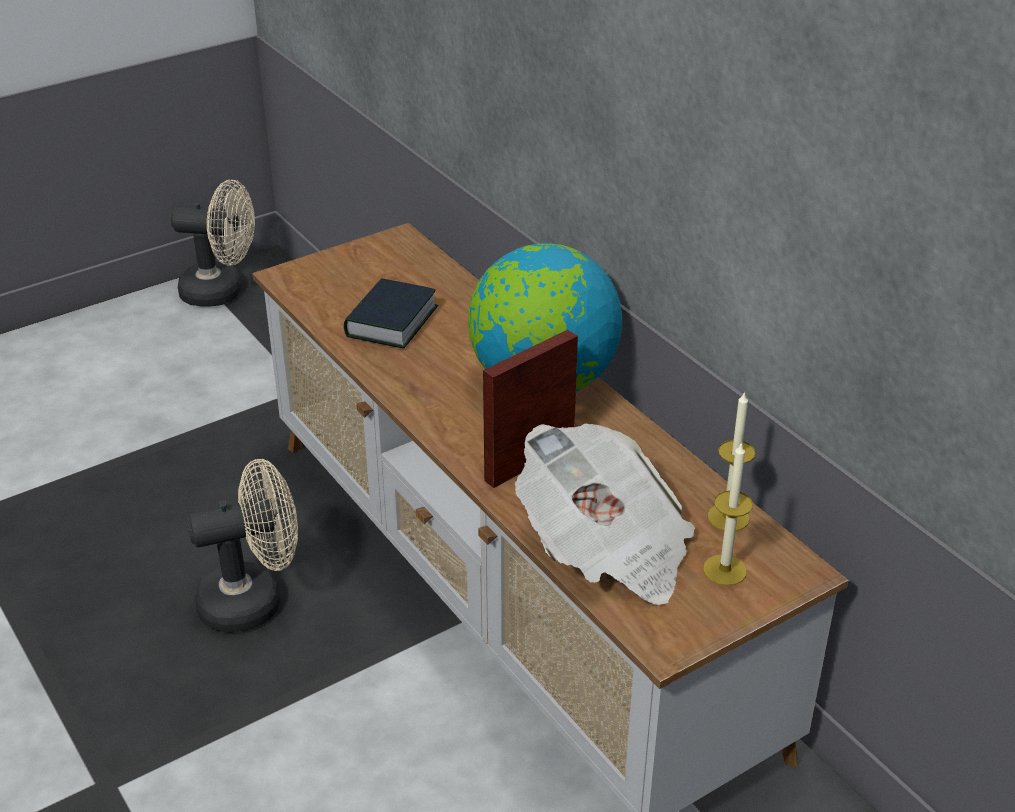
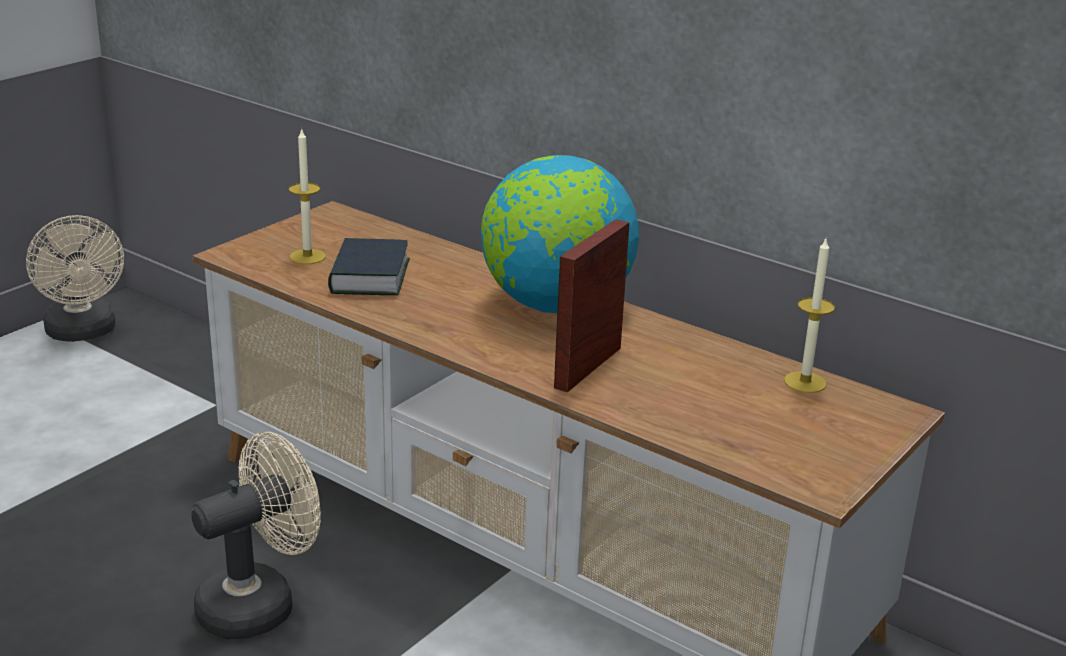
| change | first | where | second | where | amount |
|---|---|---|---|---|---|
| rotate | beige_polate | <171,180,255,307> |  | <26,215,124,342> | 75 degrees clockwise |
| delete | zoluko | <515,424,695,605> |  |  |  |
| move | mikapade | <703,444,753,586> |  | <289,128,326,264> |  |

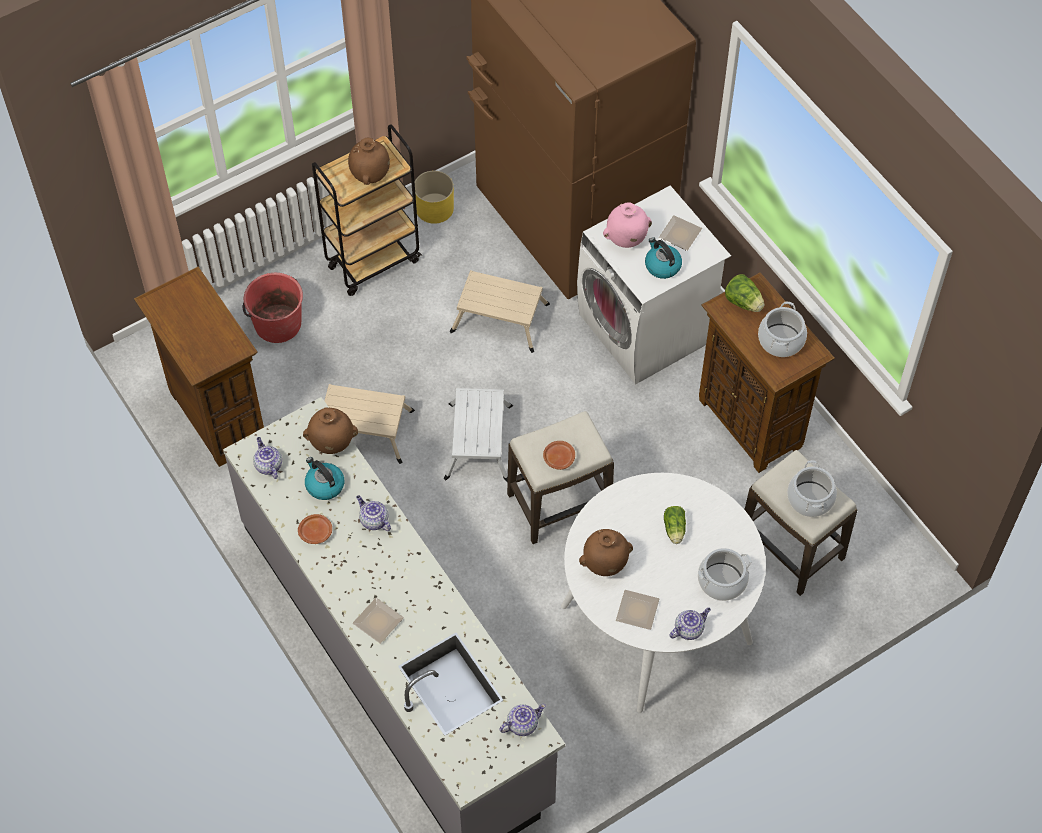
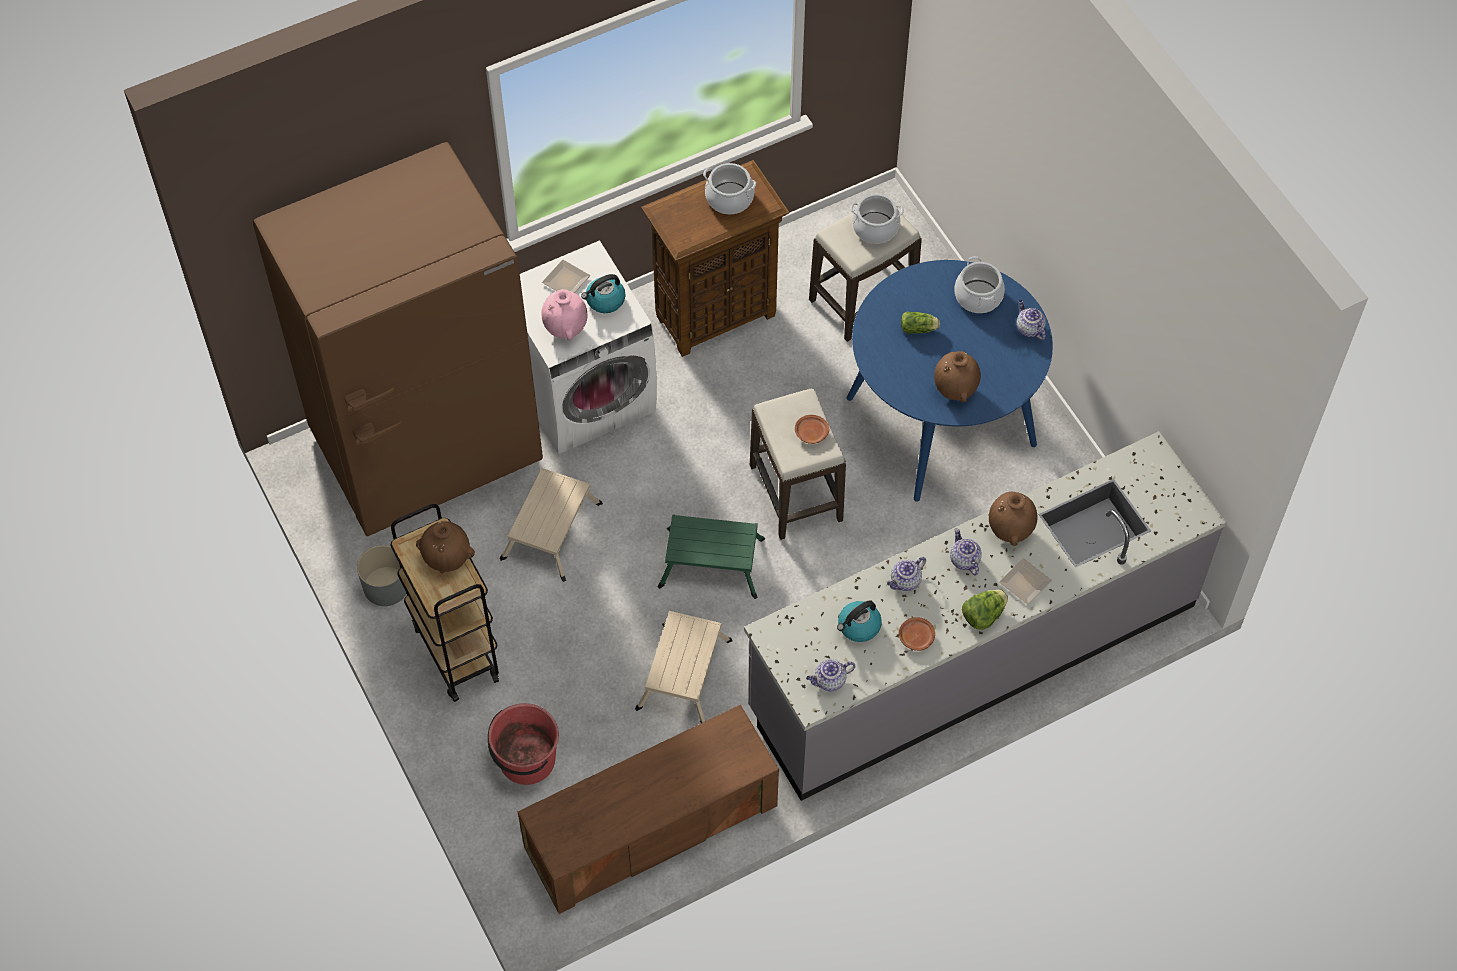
| change | first | where | second | where | amount |
|---|---|---|---|---|---|
| recolor | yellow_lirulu | <415,171,454,224> | grey_lirulu | <357,545,406,606> |  |
| replace | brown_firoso | <134,267,264,467> | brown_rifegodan | <518,704,779,914> |  |
| move | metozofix | <725,274,764,312> |  | <962,589,1008,630> |  |
| recolor | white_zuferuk | <444,388,513,482> | green_zuferuk | <658,514,765,599> |  |
| move | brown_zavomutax | <303,407,358,454> |  | <989,492,1037,546> |  |
| recolor | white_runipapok | <561,473,766,713> | blue_runipapok | <847,260,1053,502> |  |
| delete | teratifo | <616,590,659,630> |  |  |  |
| move | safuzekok | <499,704,546,736> |  | <950,528,982,575> |  |

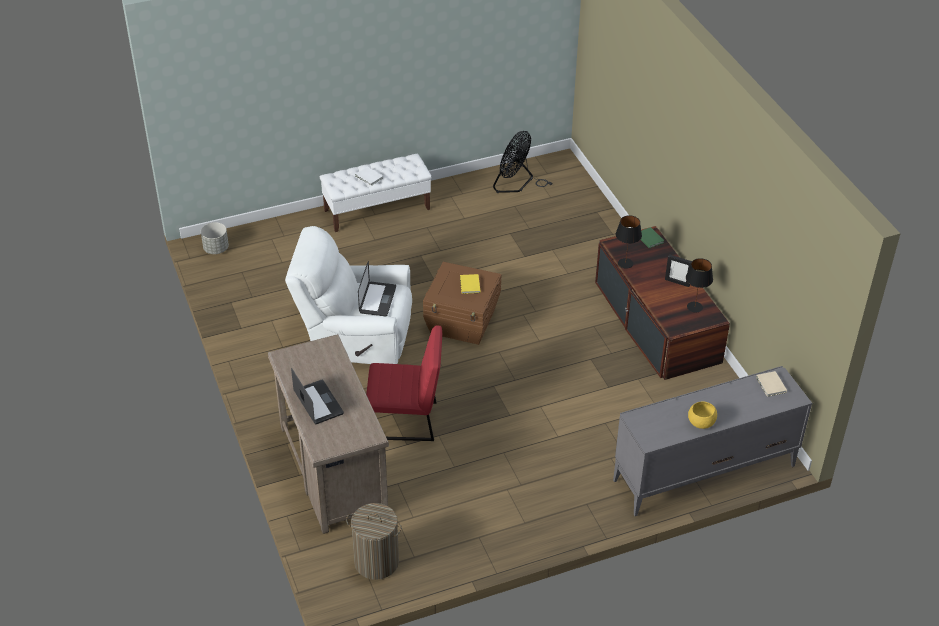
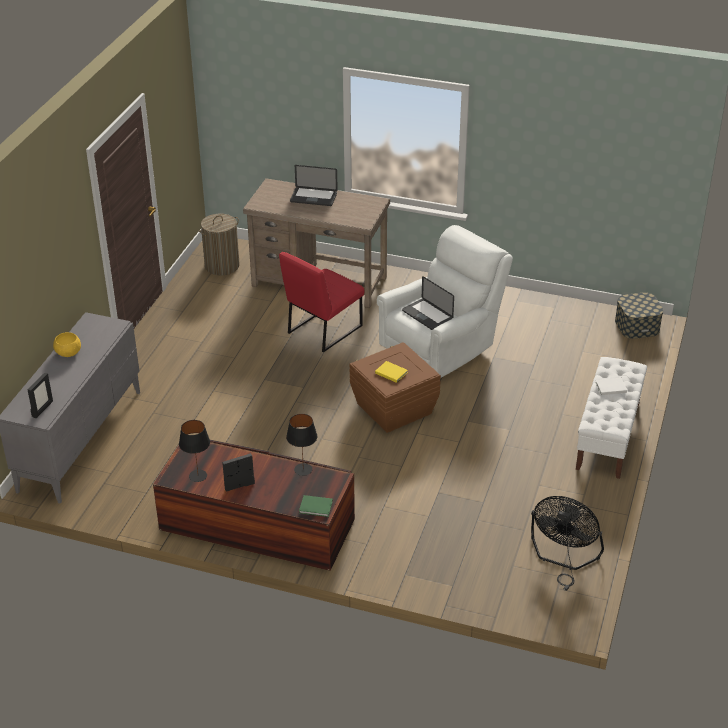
| change | first | where | second | where | amount |
|---|---|---|---|---|---|
| rotate | black_polate | <493,131,553,193> |  | <531,496,604,591> | 45 degrees counterclockwise |
| replace | grey_lirulu | <201,222,229,254> | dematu | <615,292,664,339> |  |
| replace | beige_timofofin | <756,371,787,397> | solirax | <27,373,53,418> |  |

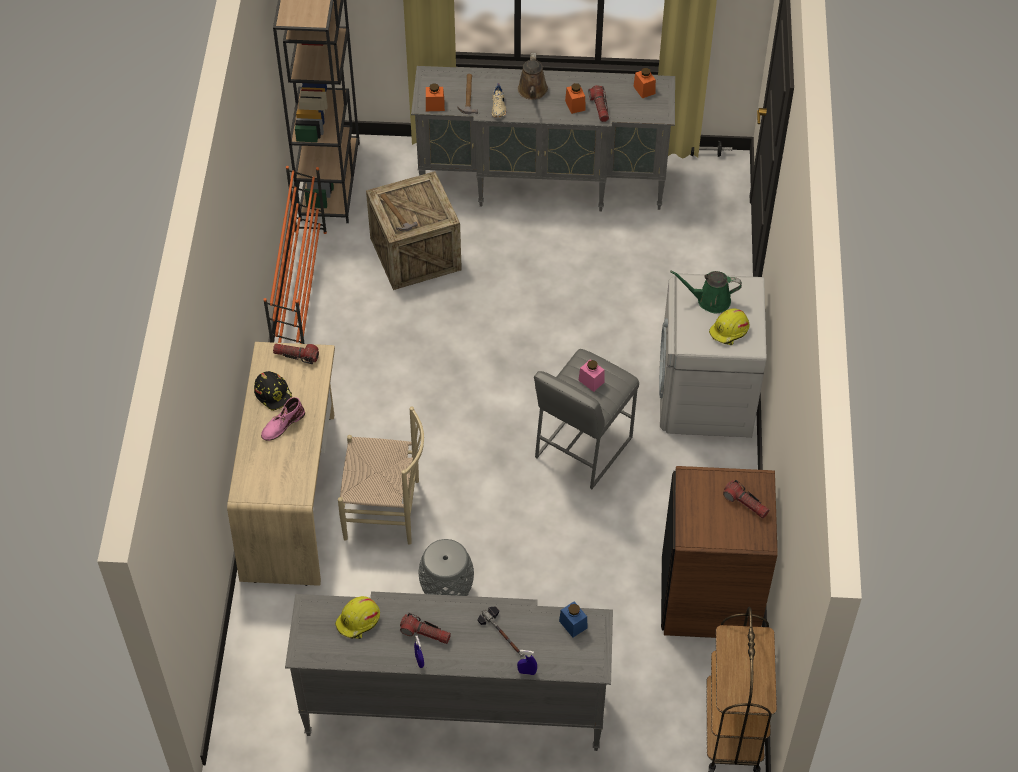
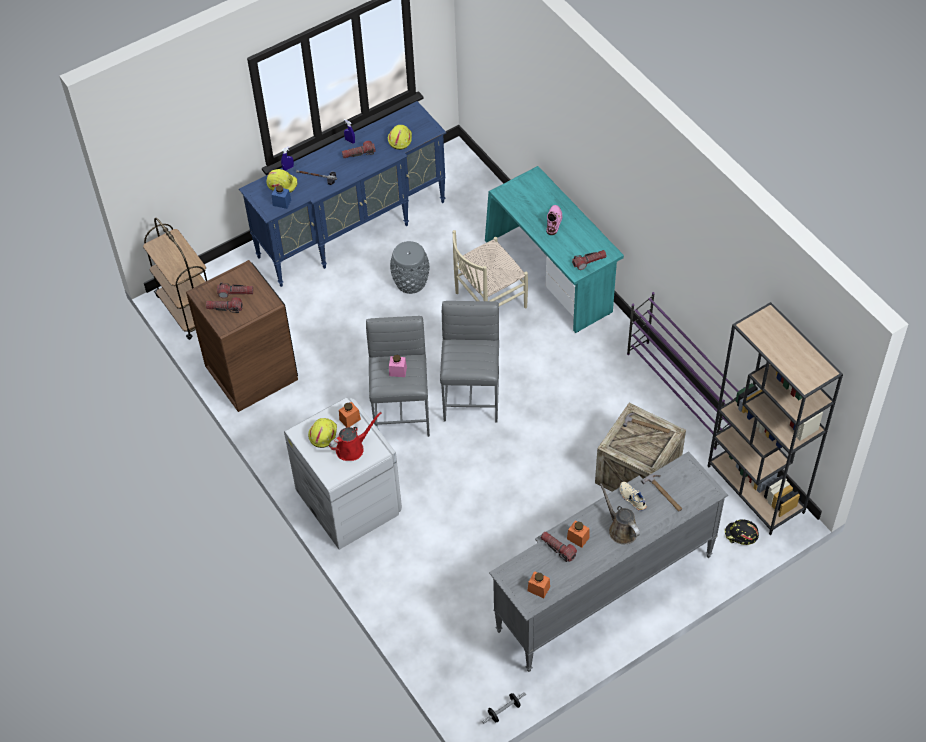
| change | first | where | second | where | amount |
|---|---|---|---|---|---|
| move | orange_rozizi | <426,83,445,111> |  | <339,402,361,428> |  |
| recolor | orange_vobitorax | <263,166,327,344> | purple_vobitorax | <627,292,745,450> |  |
| recolor | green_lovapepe | <670,271,742,313> | red_lovapepe | <329,412,382,461> |  |
| recolor | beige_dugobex | <227,342,335,586> | turquoise_dugobex | <485,166,624,333> |  |
| move | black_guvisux | <254,371,292,411> |  | <725,519,759,545> |  |
| recolor | grey_firoso | <285,591,613,751> | blue_firoso | <239,101,447,287> |  |
| insert |  |  | yellow_guvisux | <267,169,297,193> |  |
| insert |  |  | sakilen | <217,282,253,298> |  |
| insert |  |  | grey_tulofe | <440,301,499,422> |  |

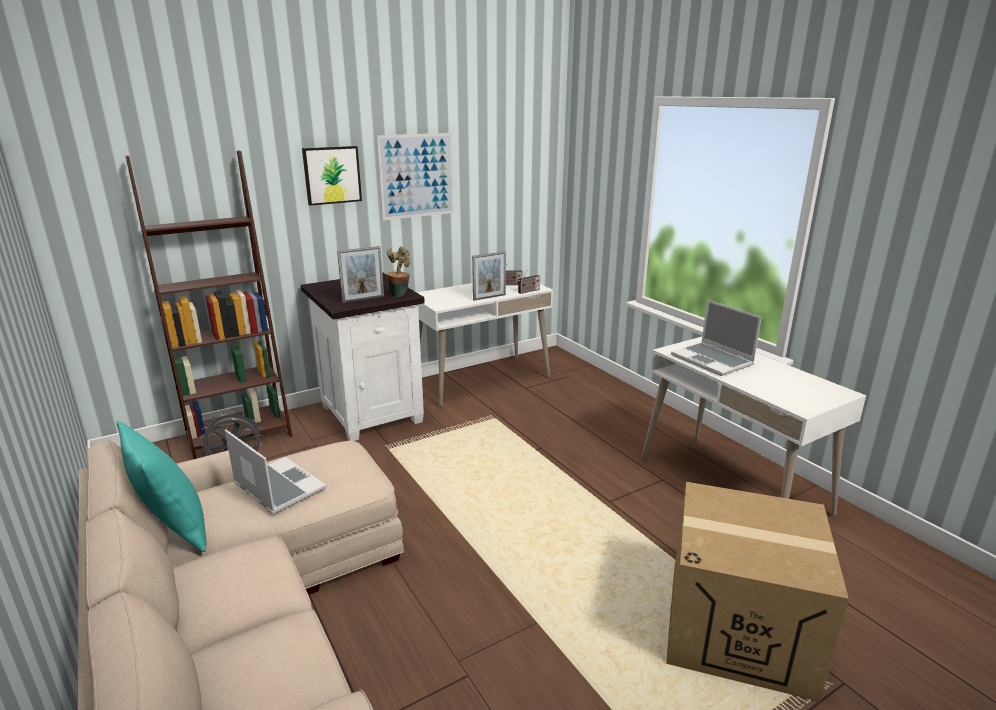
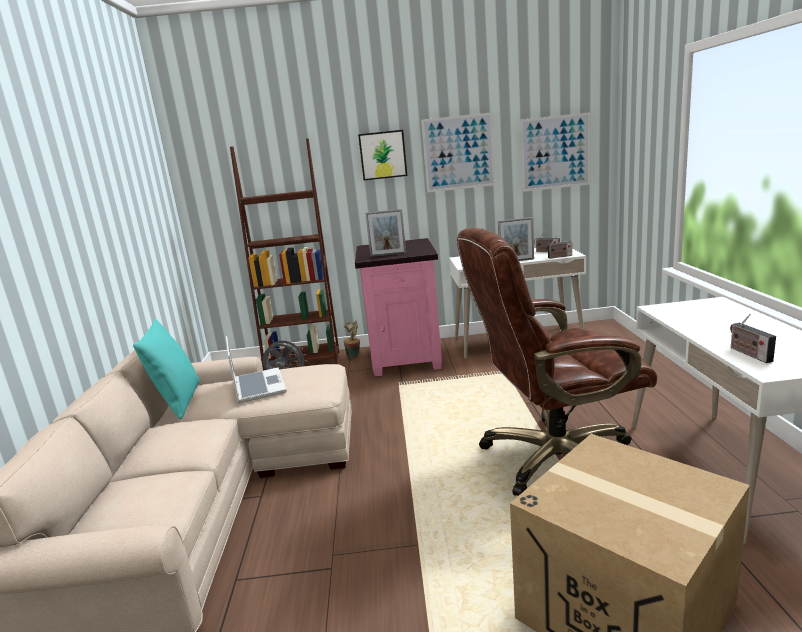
| change | first | where | second | where | amount |
|---|---|---|---|---|---|
| move | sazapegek | <387,246,411,297> |  | <343,320,360,358> |  |
| recolor | white_firoso | <301,273,425,441> | pink_firoso | <355,238,442,376> |  |
| delete | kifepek | <671,300,762,376> |  |  |  |
| insert |  |  | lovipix | <520,112,591,192> |  |
| insert |  |  | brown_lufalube | <457,228,657,496> |  |
| insert |  |  | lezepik | <730,314,776,363> |  |

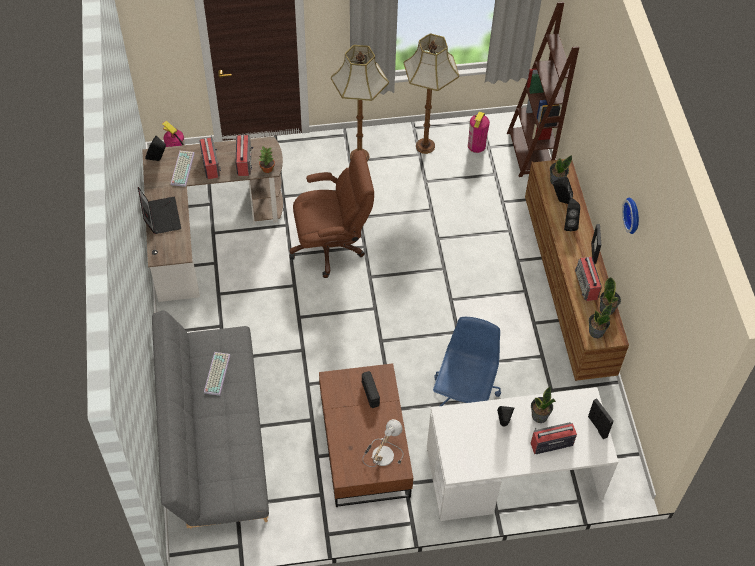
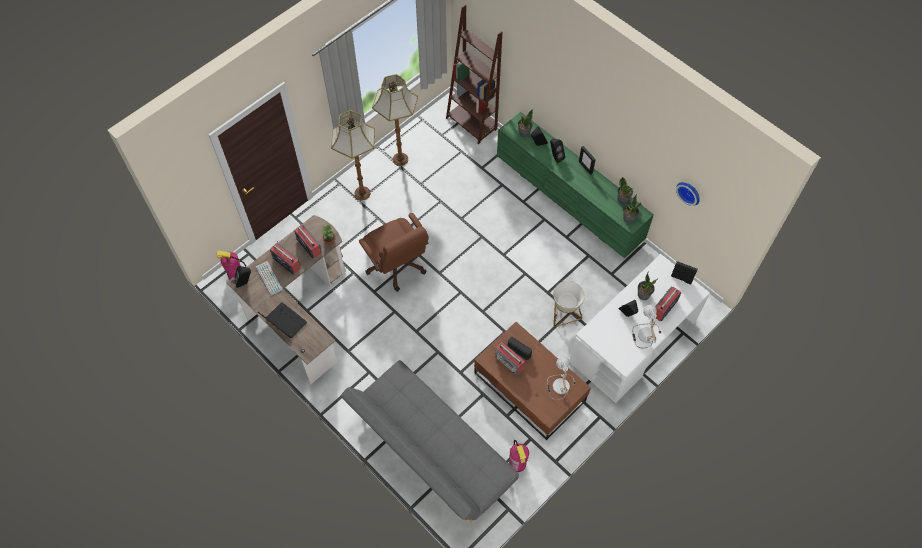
| change | first | where | second | where | amount |
|---|---|---|---|---|---|
| move | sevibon | <468,111,490,153> |  | <509,440,529,472> |  |
| rotate | brown_lufalube | <290,150,374,278> |  | <359,213,429,292> | 105 degrees clockwise |
| recolor | brown_firoso | <525,159,629,381> | green_firoso | <497,112,654,258> |  |
| move | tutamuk | <622,198,639,234> |  | <676,182,700,206> |  |
| move | lezepik | <575,257,602,301> |  | <495,342,525,375> |  |
| replace | blue_lufalube | <433,317,501,406> | lirulu | <553,281,585,327> |  |
| delete | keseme | <204,352,231,396> |  |  |  |
| insert |  |  | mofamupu | <632,305,661,348> |  |

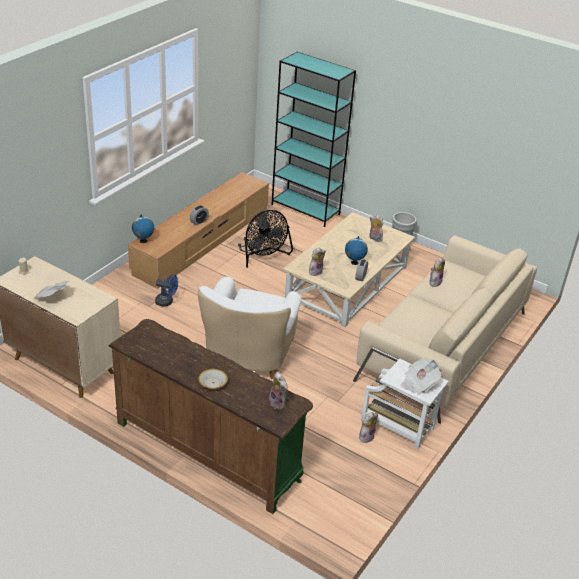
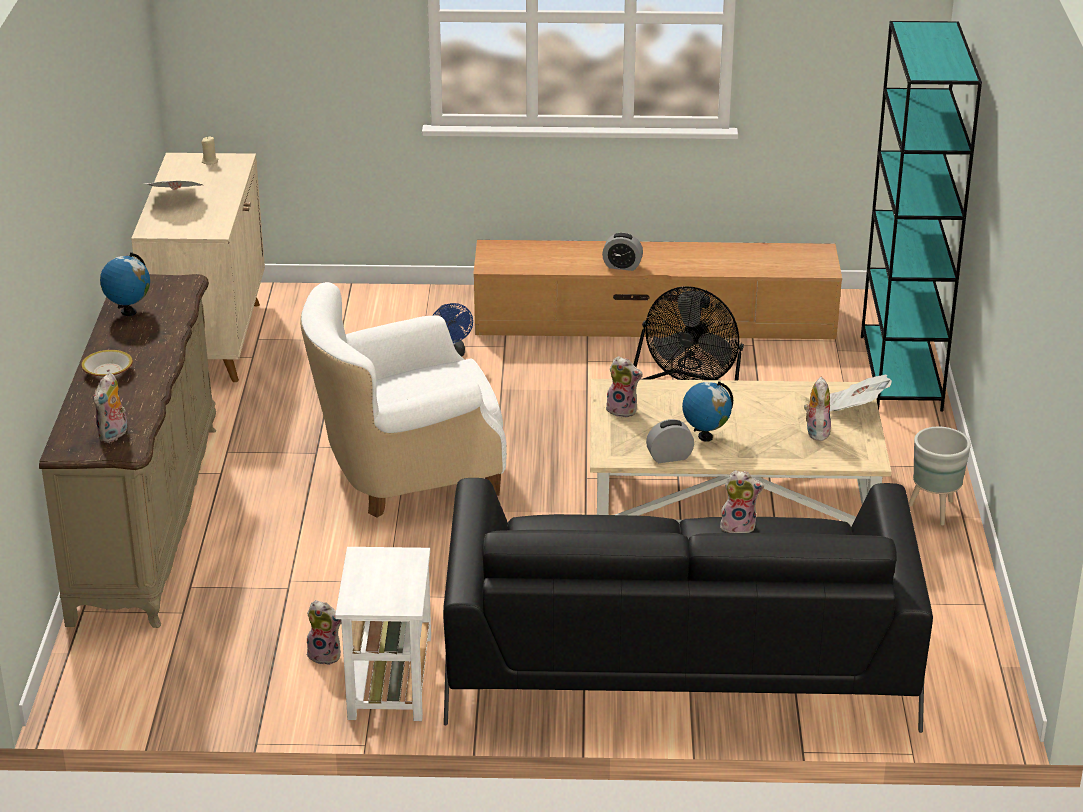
| change | first | where | second | where | amount |
|---|---|---|---|---|---|
| move | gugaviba | <132,214,154,243> |  | <100,252,150,316> |  |
| recolor | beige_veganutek | <353,235,537,424> | black_veganutek | <443,478,933,733> |  |
| recolor | green_firoso | <109,319,313,514> | beige_firoso | <39,274,216,628> |  |
| move | zoluko | <401,358,441,395> |  | <830,375,892,412> |  |

